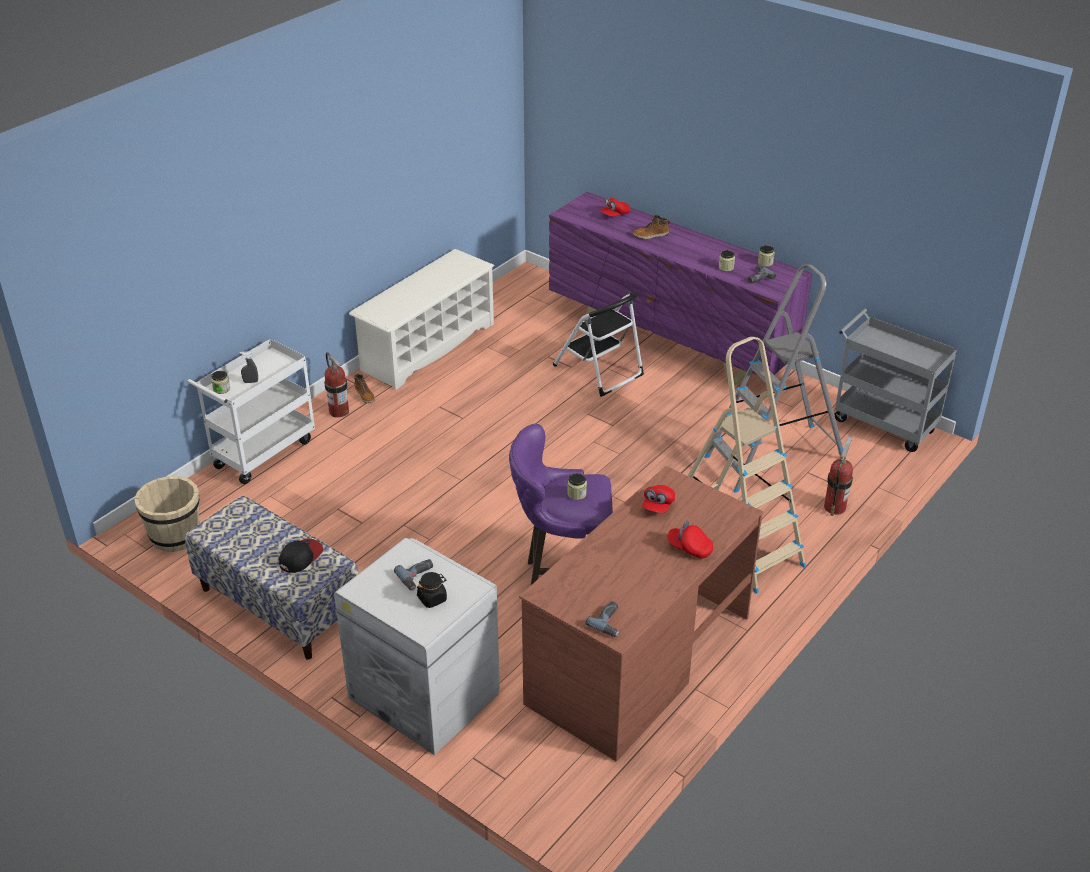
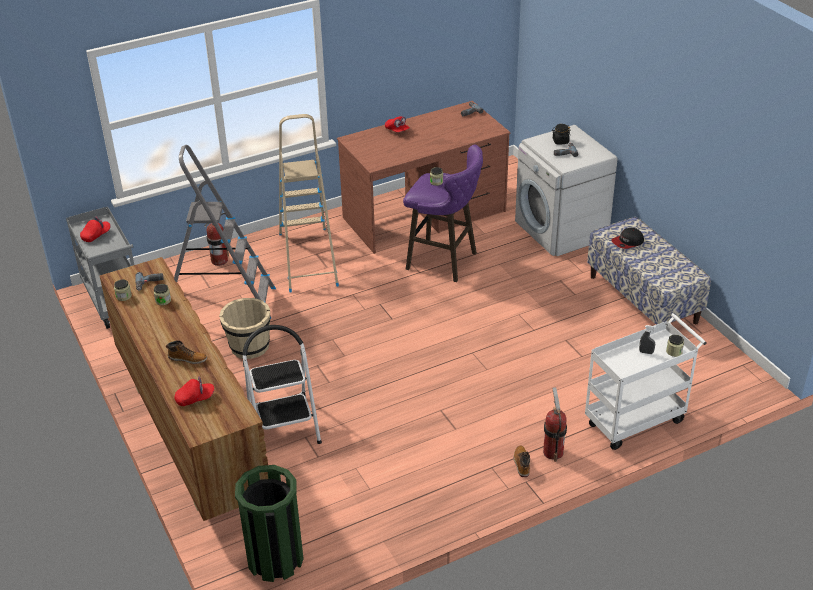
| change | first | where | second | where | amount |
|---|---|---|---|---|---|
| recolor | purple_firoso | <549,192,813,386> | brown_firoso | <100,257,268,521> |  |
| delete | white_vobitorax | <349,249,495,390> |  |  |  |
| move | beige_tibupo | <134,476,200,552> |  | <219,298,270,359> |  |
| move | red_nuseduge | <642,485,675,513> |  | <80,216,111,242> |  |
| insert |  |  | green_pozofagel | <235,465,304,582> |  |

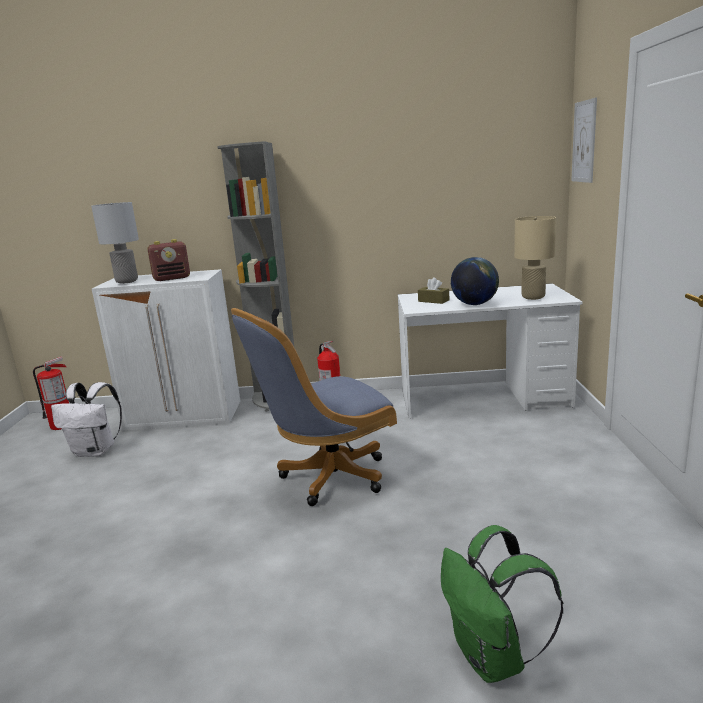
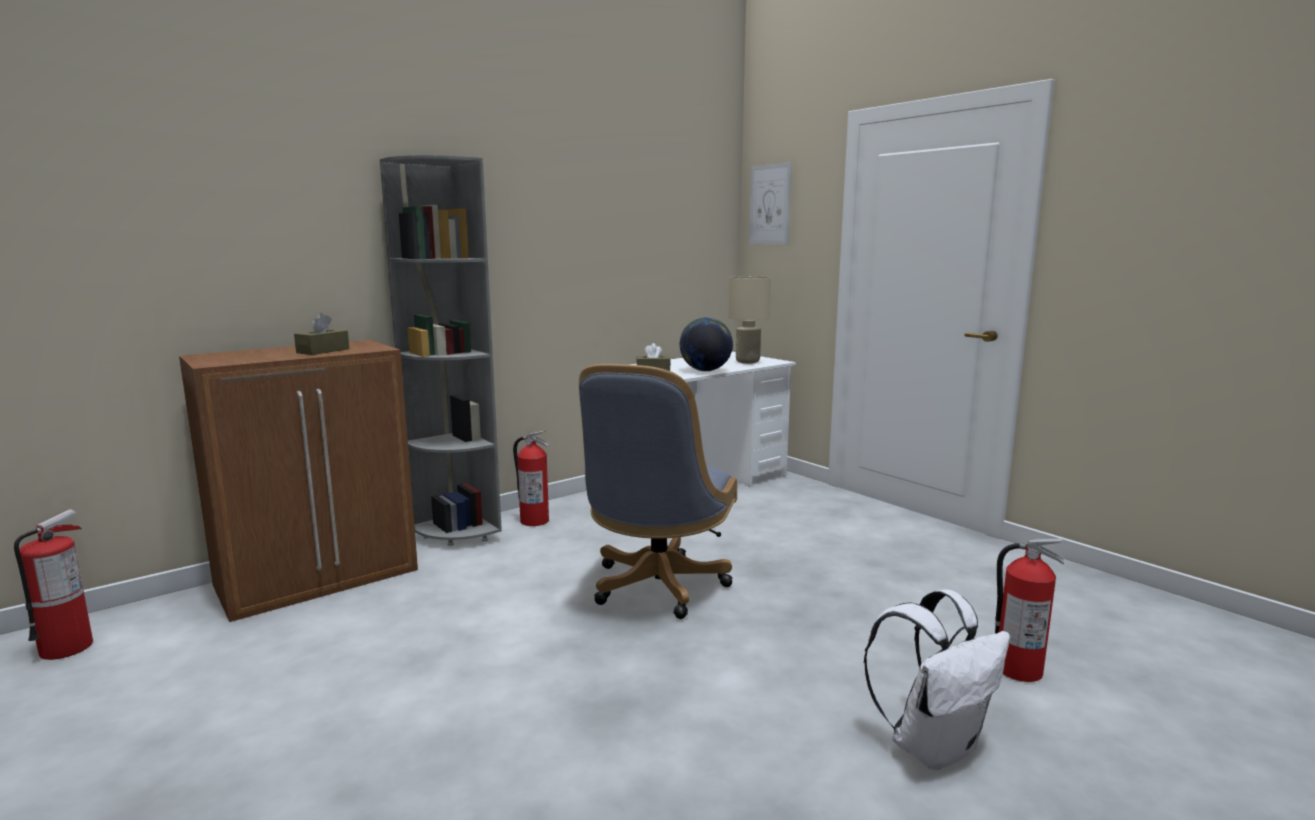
| change | first | where | second | where | amount |
|---|---|---|---|---|---|
| delete | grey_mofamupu | <91,202,139,284> |  |  |  |
| replace | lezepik | <147,239,190,281> | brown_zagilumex | <294,313,349,355> |  |
| recolor | white_firoso | <92,269,240,431> | brown_firoso | <179,340,418,622> |  |
| move | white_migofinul | <51,382,122,457> |  | <864,590,1010,770> |  |
| replace | green_migofinul | <441,525,564,683> | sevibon | <995,539,1064,682> |  |

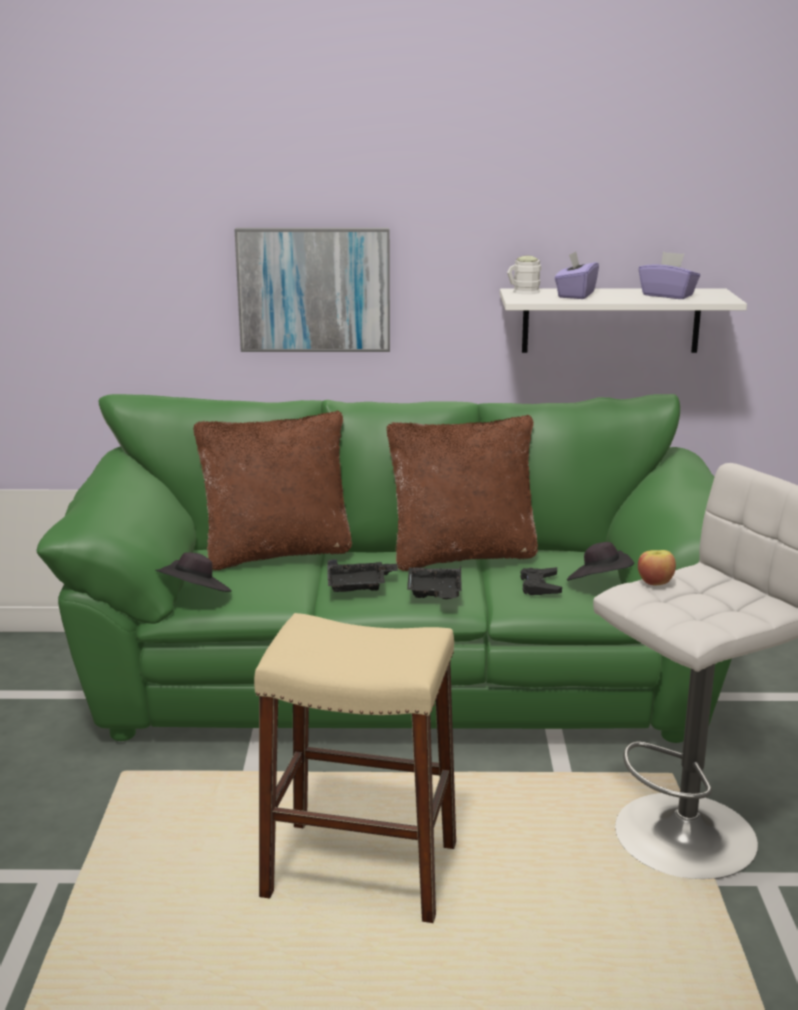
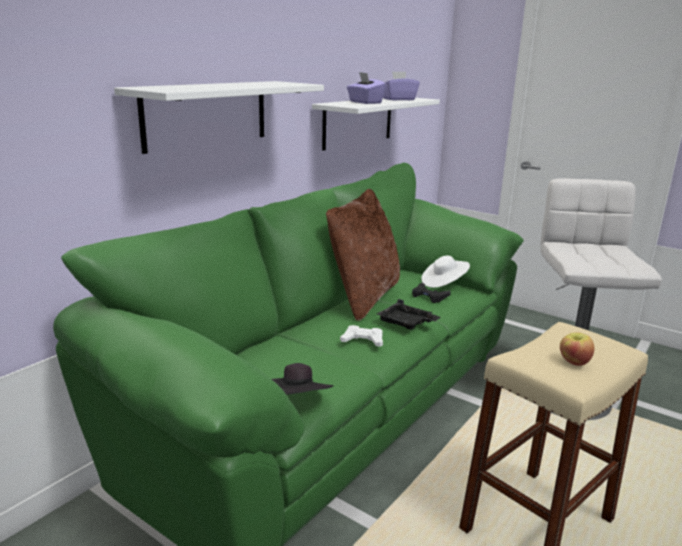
| change | first | where | second | where | amount |
|---|---|---|---|---|---|
| replace | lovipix | <234,228,390,352> | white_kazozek | <114,81,324,154> |  |
| delete | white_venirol | <507,256,541,295> |  |  |  |
| delete | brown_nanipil | <193,411,352,570> |  |  |  |
| recolor | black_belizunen | <567,542,634,581> | white_belizunen | <421,255,470,288> |  |
| move | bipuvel | <638,550,676,585> |  | <560,332,594,366> |  |
| replace | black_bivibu | <327,559,398,592> | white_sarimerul | <340,325,383,347> |  |

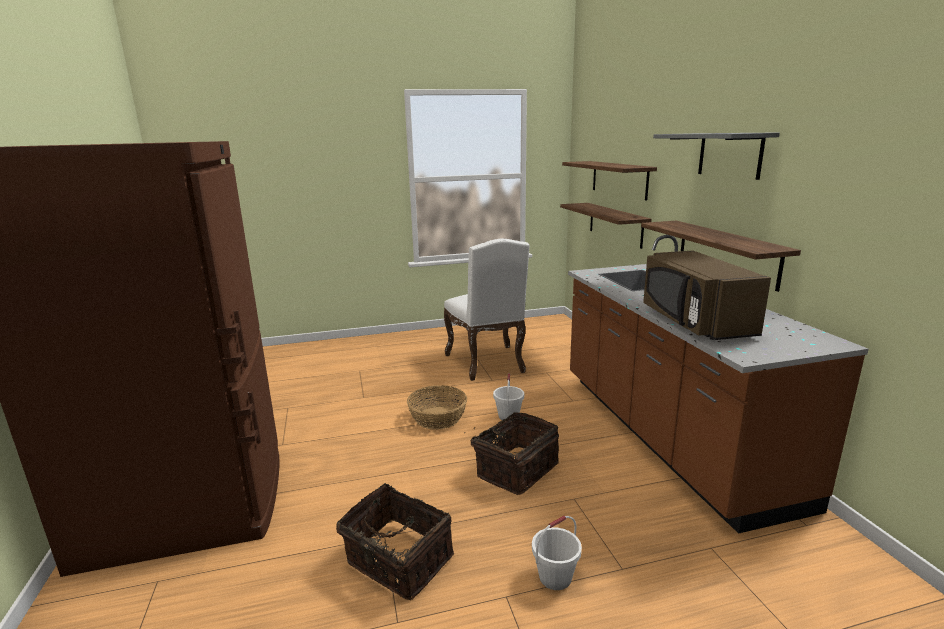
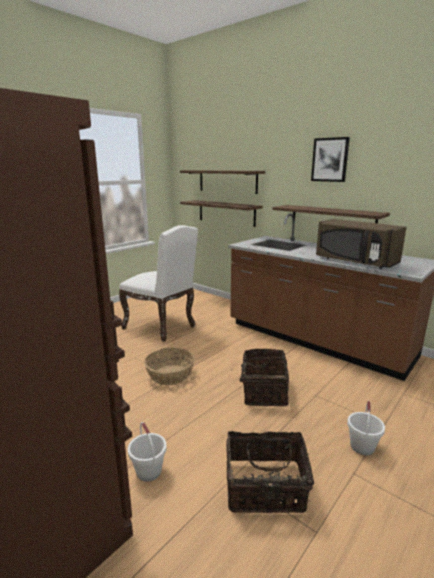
| change | first | where | second | where | amount |
|---|---|---|---|---|---|
| replace | grey_kazozek | <653,132,780,180> | lovipix | <311,137,350,182> |  |
| move | white_tibupo | <493,373,524,420> |  | <128,422,167,482> |  |

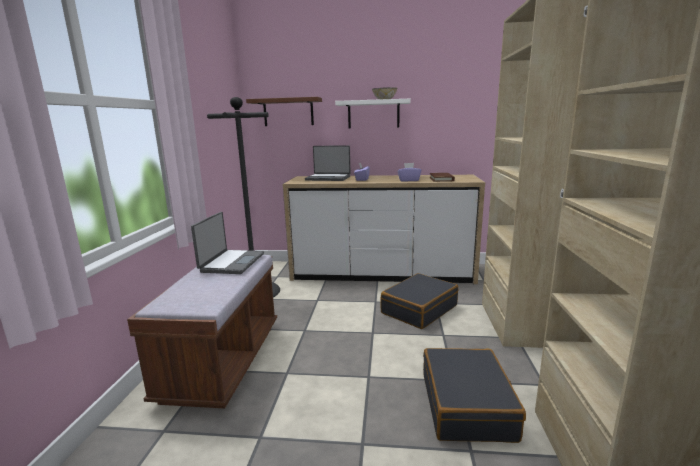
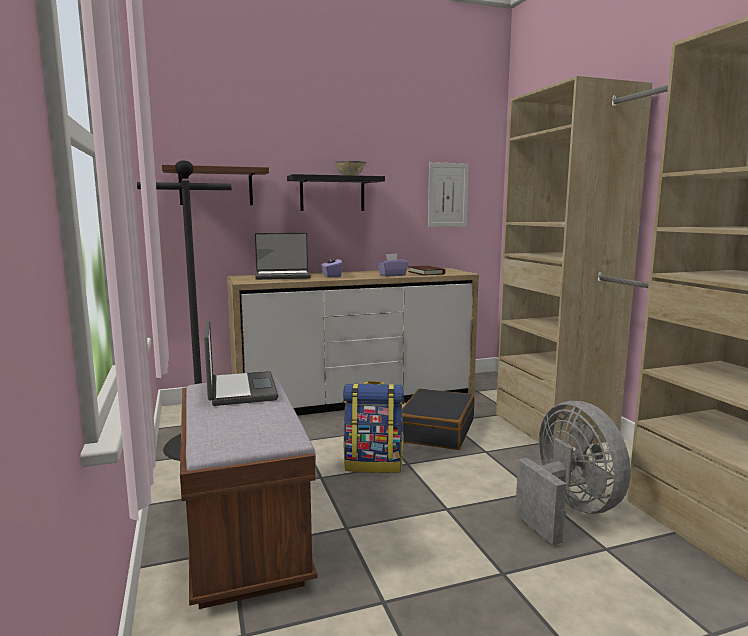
| change | first | where | second | where | amount |
|---|---|---|---|---|---|
| recolor | white_kazozek | <335,99,411,129> | black_kazozek | <287,174,385,211> |  |
| replace | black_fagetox | <423,348,526,443> | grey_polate | <515,401,631,546> |  |
| insert |  |  | lovipix | <428,162,469,227> |  |
| insert |  |  | migofinul | <343,381,405,473> |  |

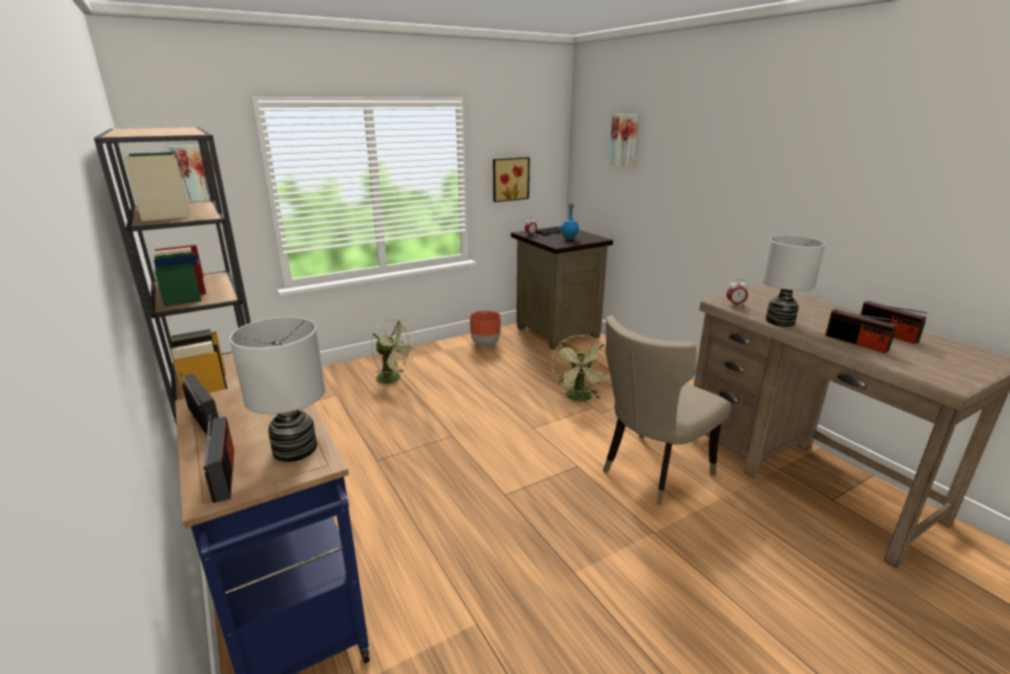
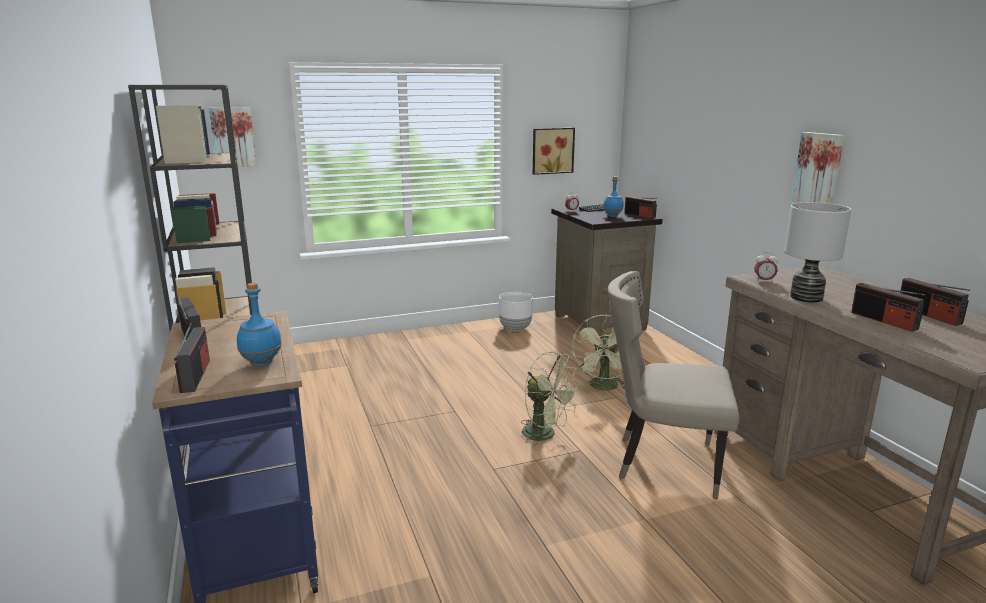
| change | first | where | second | where | amount |
|---|---|---|---|---|---|
| move | lovipix | <609,114,638,167> |  | <791,132,845,204> |  |
| recolor | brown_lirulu | <470,311,501,347> | white_lirulu | <499,292,533,331> |  |
| rotate | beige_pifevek | <603,316,731,505> |  | <608,271,739,500> | 45 degrees clockwise |
| replace | grey_mofamupu | <230,317,325,462> | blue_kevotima | <237,283,282,367> |  |
| move | green_polate | <371,318,416,389> |  | <521,351,580,449> |  |
| insert |  |  | lezepik | <625,196,657,218> |  |

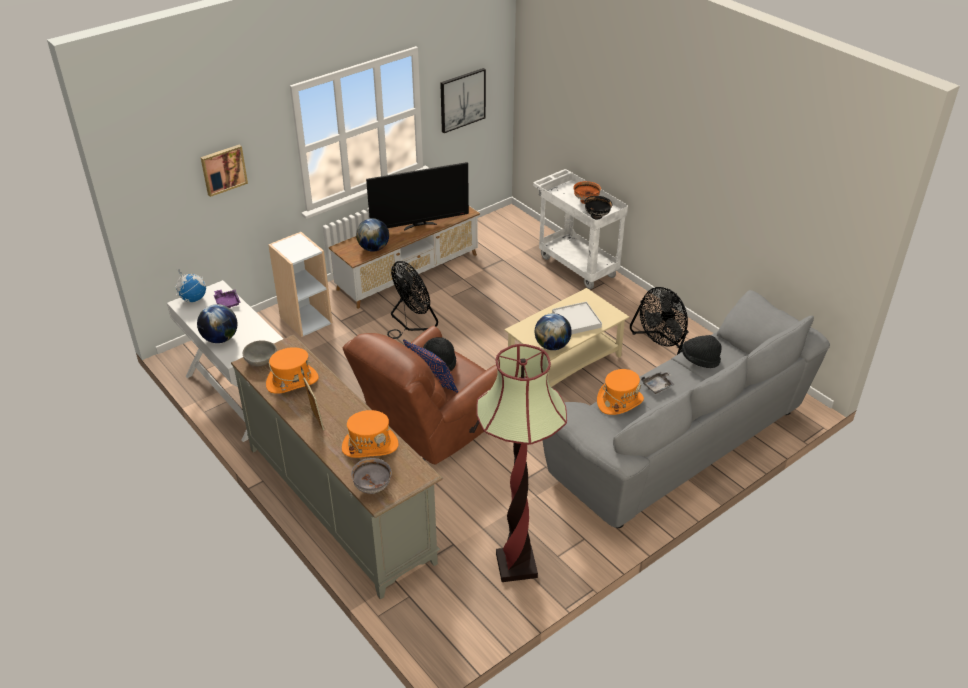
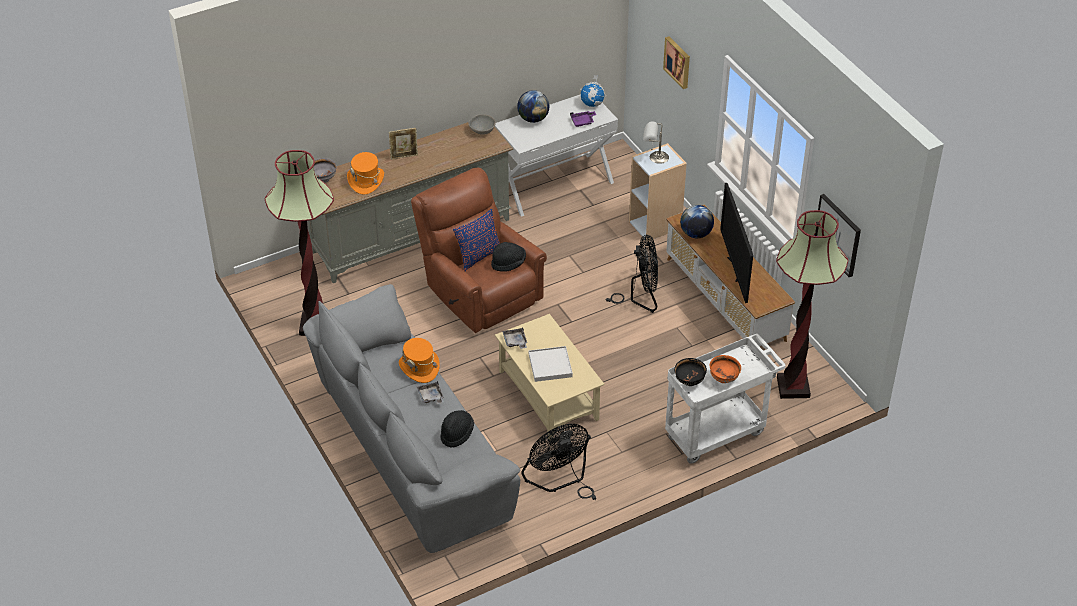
| change | first | where | second | where | amount |
|---|---|---|---|---|---|
| rotate | black_polate | <387,261,438,339> |  | <605,234,658,313> | 60 degrees counterclockwise |
| replace | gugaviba | <535,313,572,350> | grey_bivibu | <502,327,527,349> |  |
| delete | orange_belizunen | <266,347,319,394> |  |  |  |
| insert |  |  | white_mofamupu | <643,121,669,164> |  |
| insert |  |  | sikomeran | <776,210,848,399> |  |

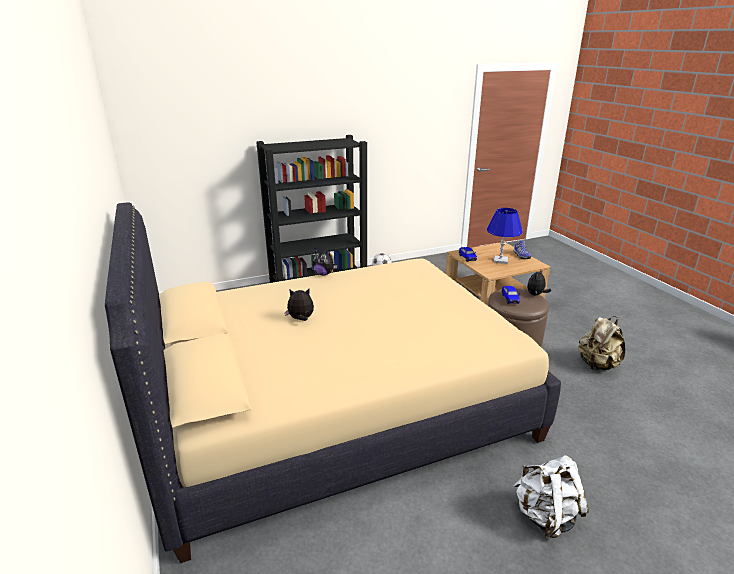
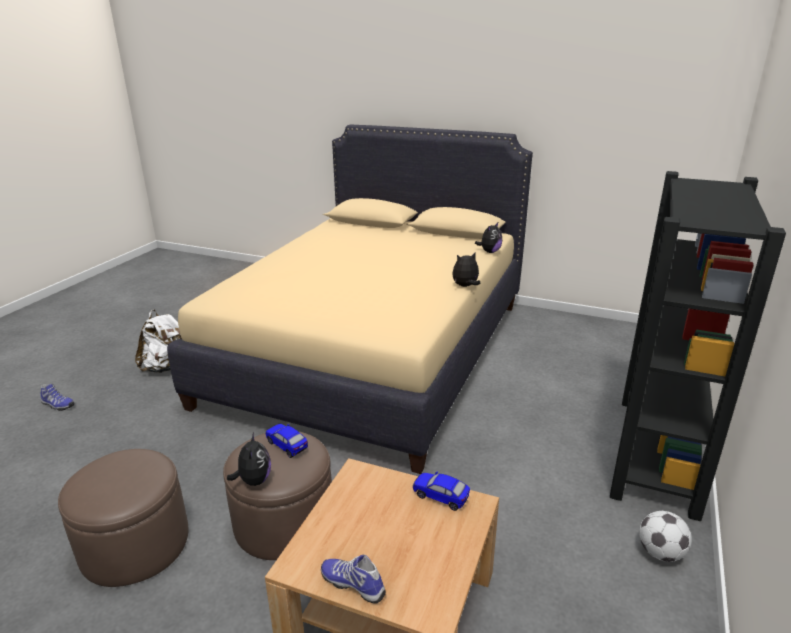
| change | first | where | second | where | amount |
|---|---|---|---|---|---|
| delete | blue_mofamupu | <486,208,523,264> |  |  |  |
| move | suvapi | <285,289,314,321> |  | <475,223,502,253> |  |
| replace | beige_migofinul | <578,316,625,370> | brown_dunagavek | <58,449,188,587> |  |
| insert |  |  | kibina | <40,384,74,411> |  |

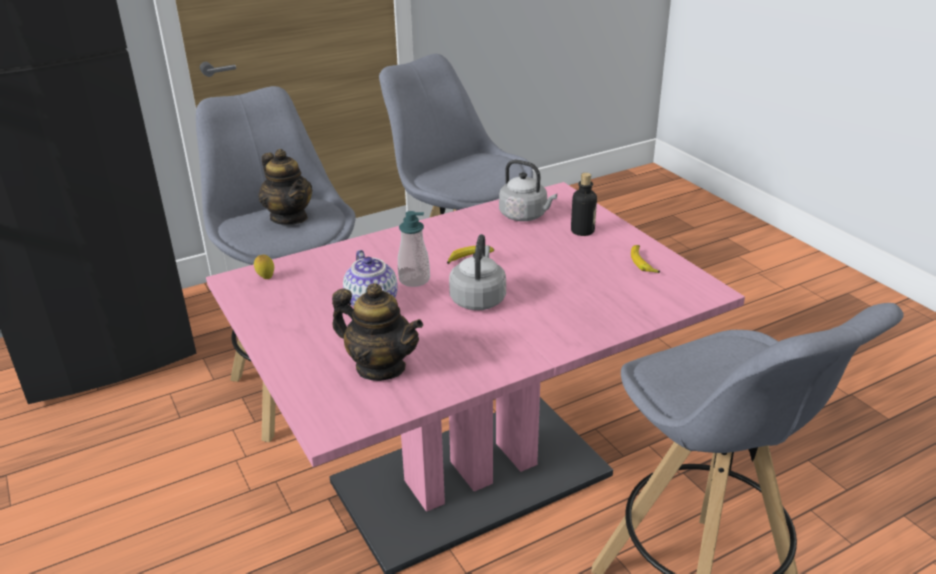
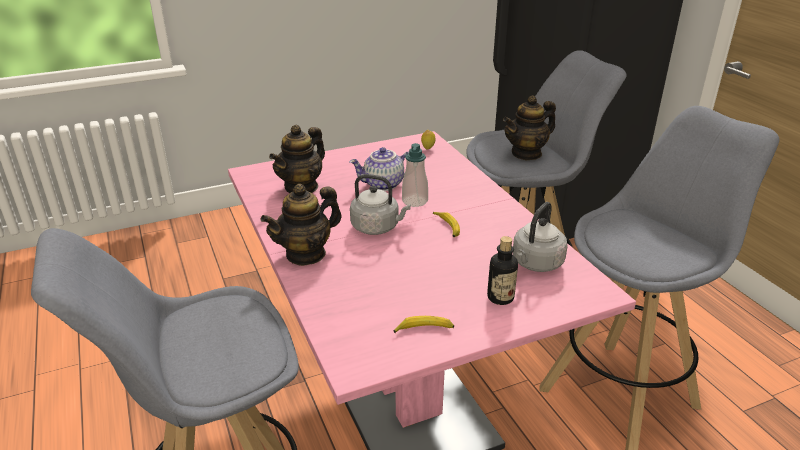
| change | first | where | second | where | amount |
|---|---|---|---|---|---|
| insert |  |  | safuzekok | <261,184,342,266> |  |

